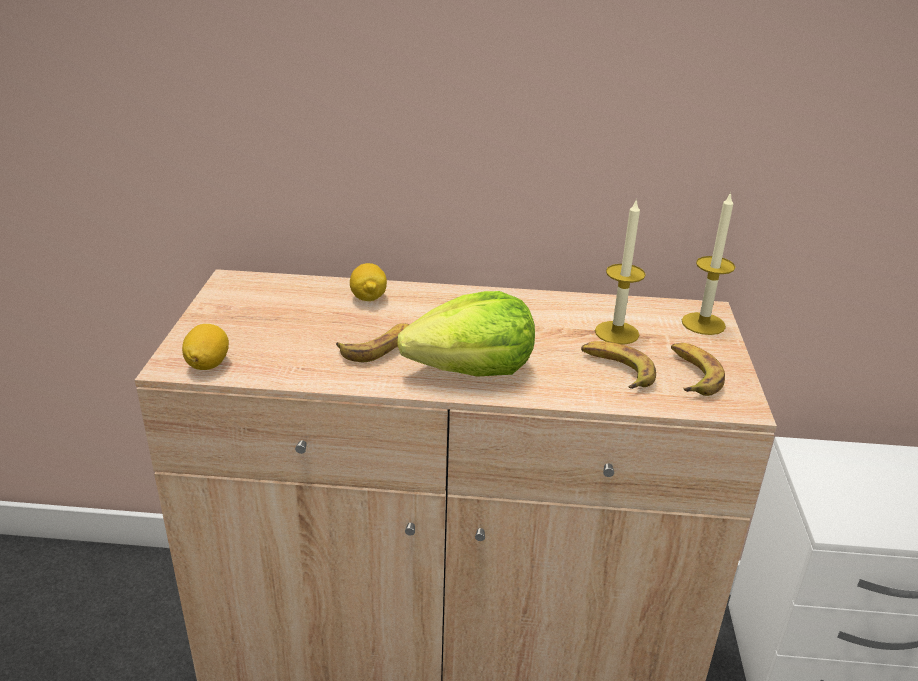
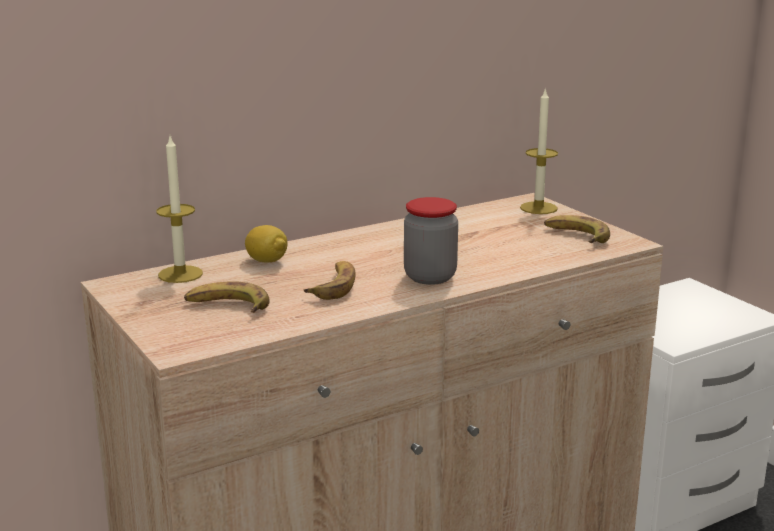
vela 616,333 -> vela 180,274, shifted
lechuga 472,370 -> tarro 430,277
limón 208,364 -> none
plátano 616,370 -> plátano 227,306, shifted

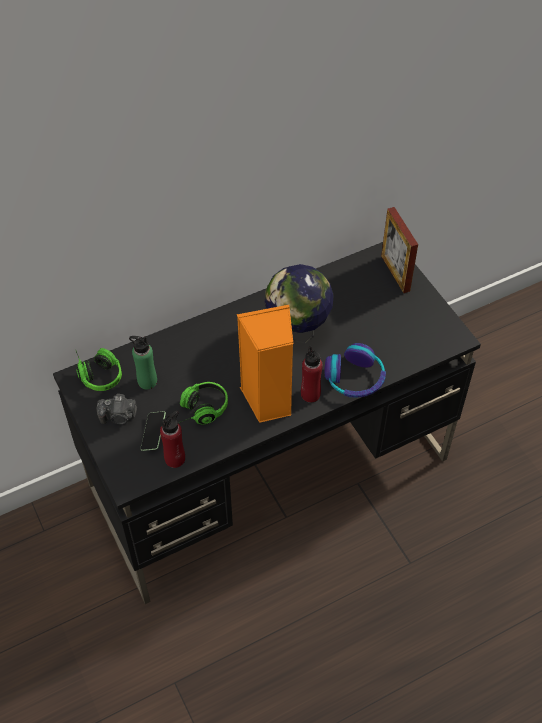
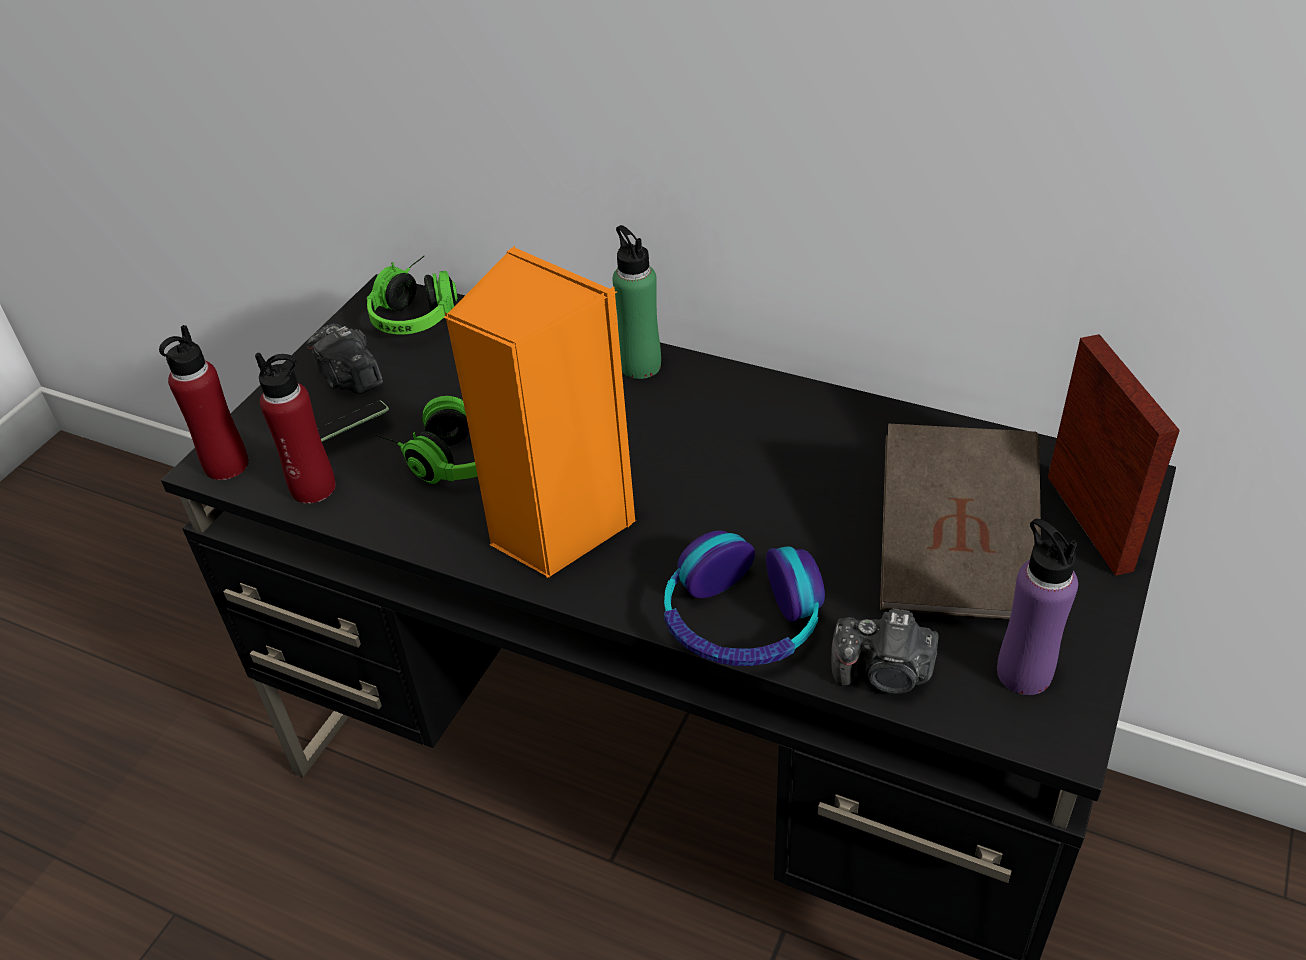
portarretratos 395,273 -> portarretratos 1089,522, 135 degrees clockwise
globo terráqueo 297,332 -> none
botella [verde] 147,381 -> botella [verde] 640,365, shifted
botella [rojo] 310,394 -> botella [rojo] 226,465, shifted
none -> libro [marrón] 955,556
none -> botella [morado] 1023,673
none -> cámara 884,673

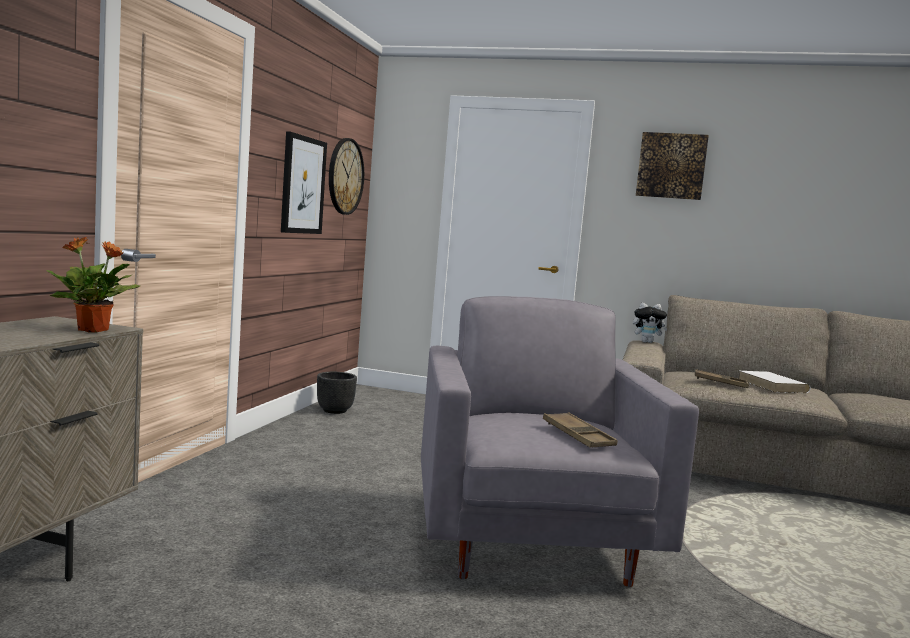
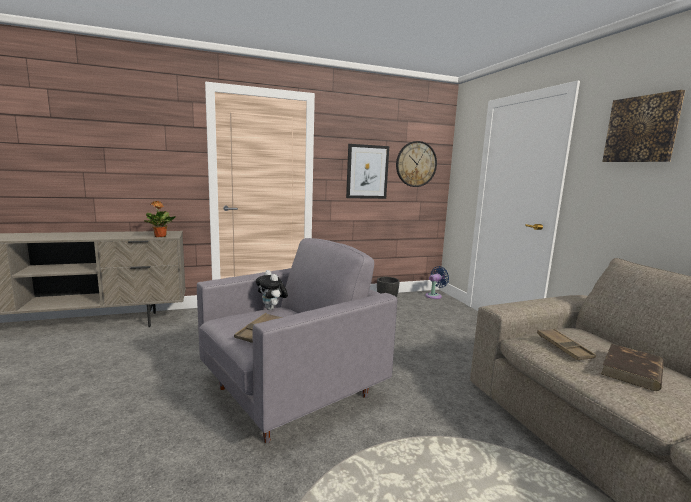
peluche 647,342 -> peluche 272,309, shifted
libro [blanco] 773,386 -> libro [marrón] 632,370
none -> ventilador [azul] 434,295

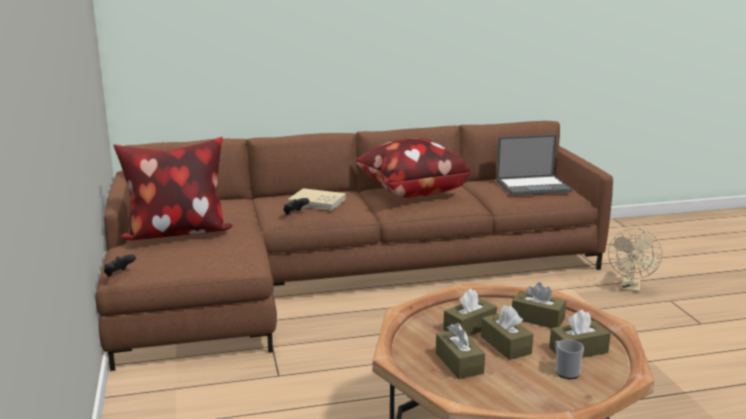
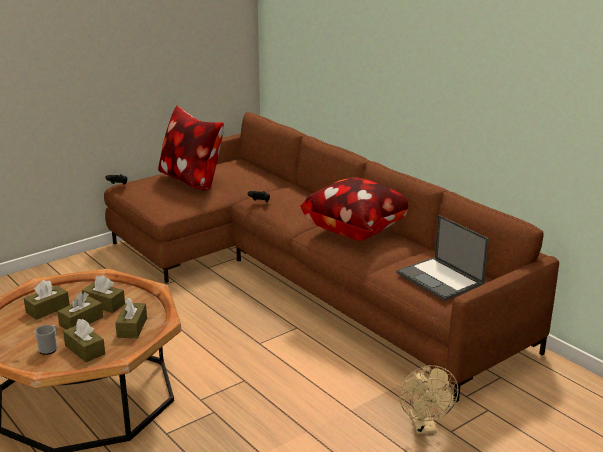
libro [beis] 317,202 -> none
ventilador [beis] 631,288 -> ventilador [beis] 424,427, 90 degrees counterclockwise

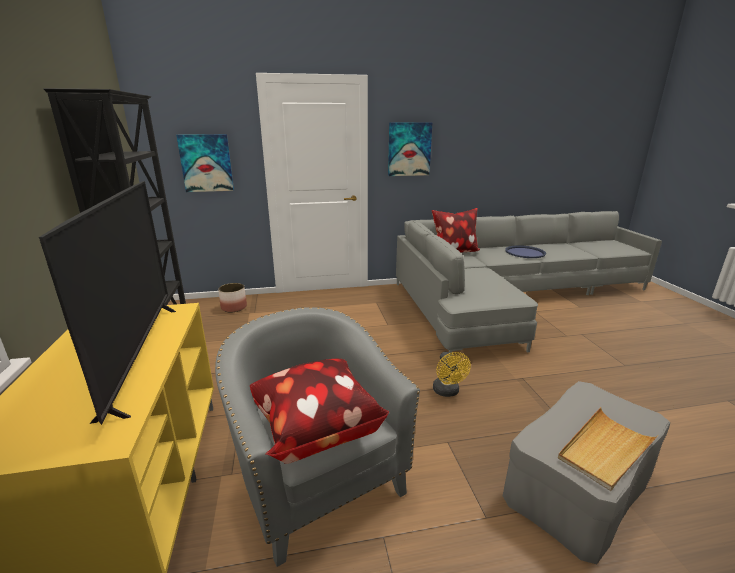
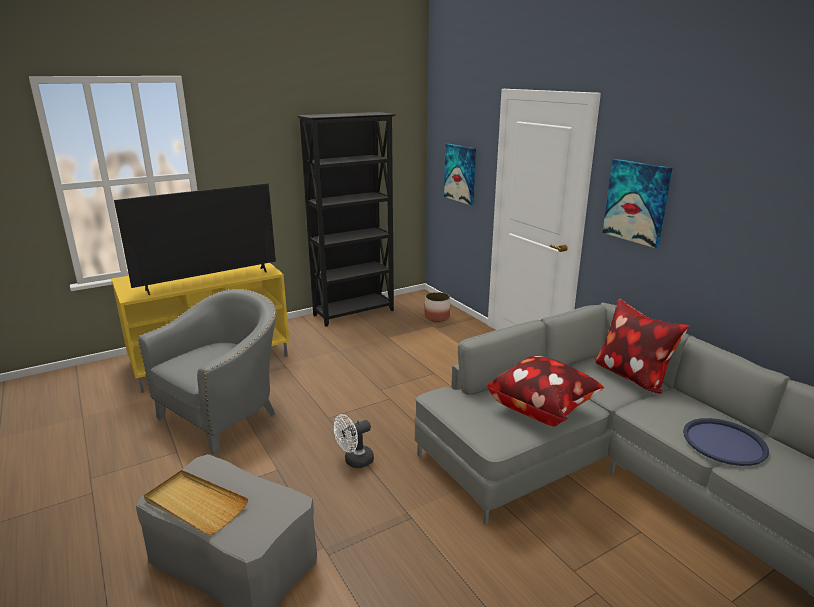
ventilador [amarillo] 447,392 -> ventilador [blanco] 354,461
cojín 314,428 -> cojín 541,408, shifted

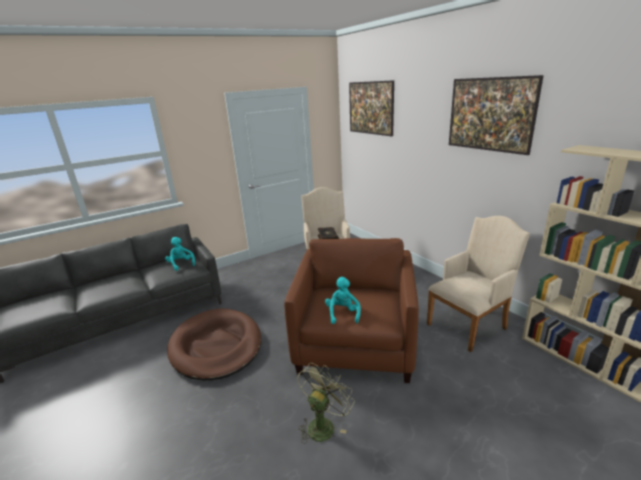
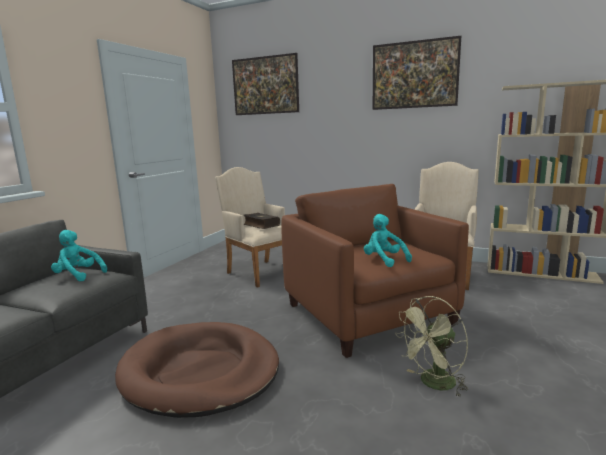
ventilador [verde] 323,424 -> ventilador [verde] 433,384, 120 degrees counterclockwise

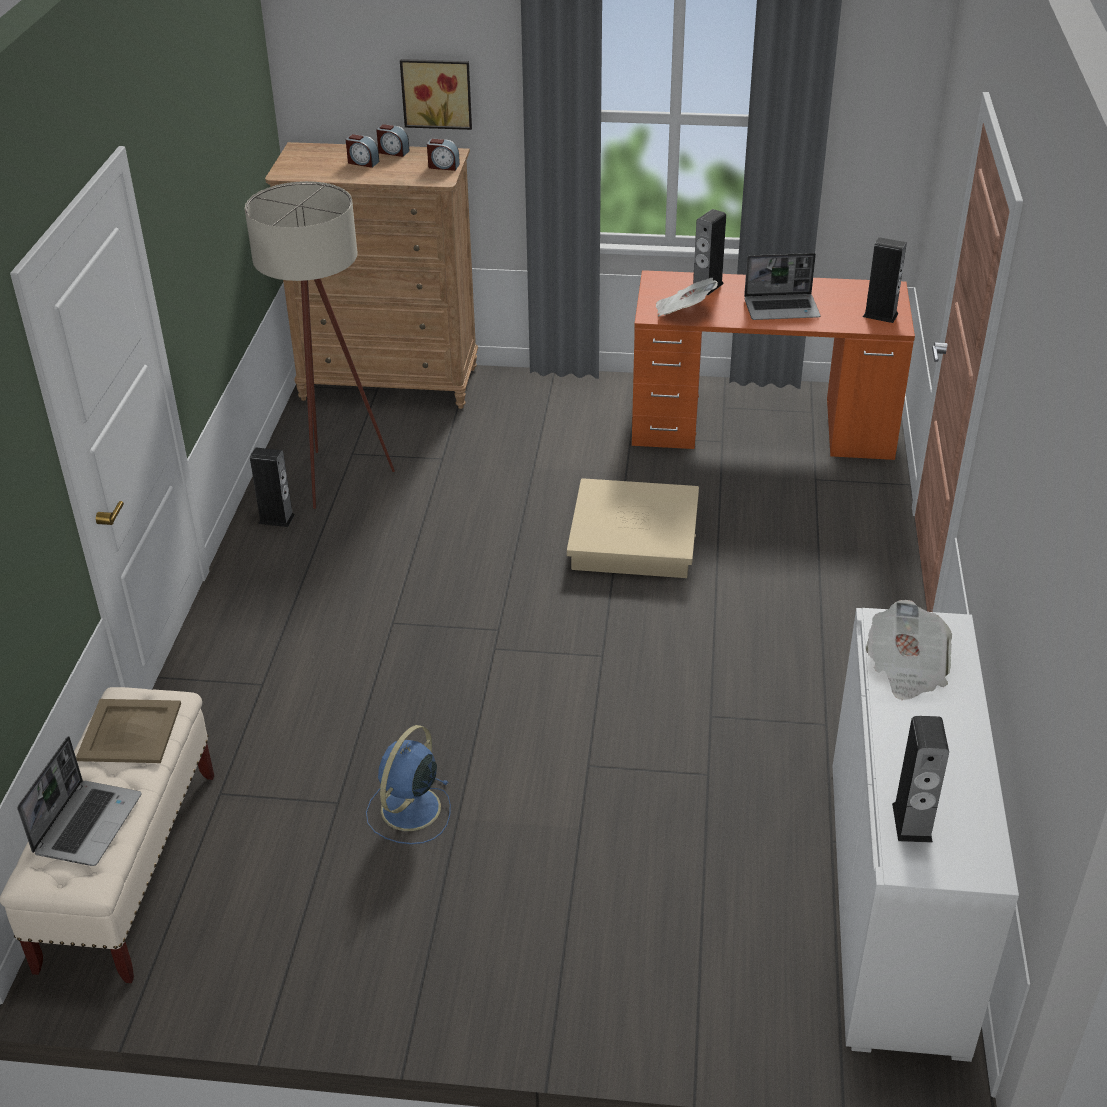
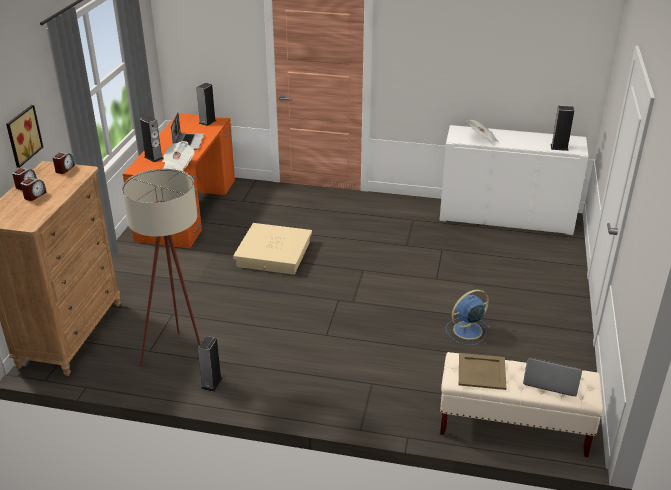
ventilador [azul] 409,810 -> ventilador [azul] 466,331, 120 degrees clockwise

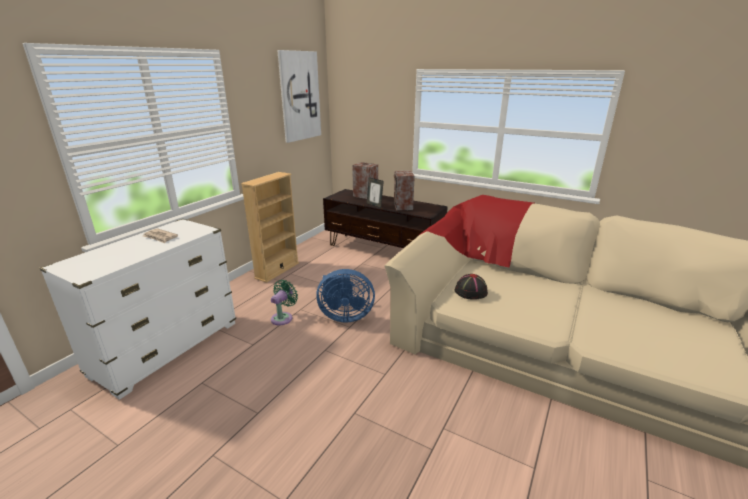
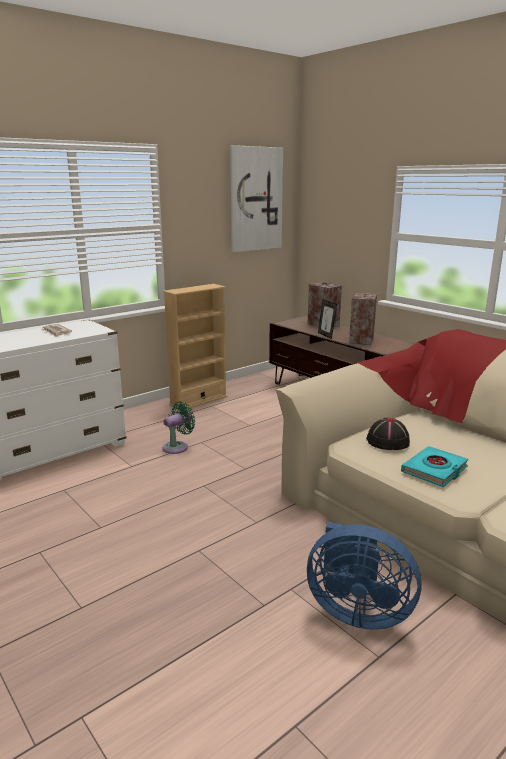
ventilador [azul] 344,316 -> ventilador [azul] 357,611, shifted
none -> libro [turquesa] 435,470

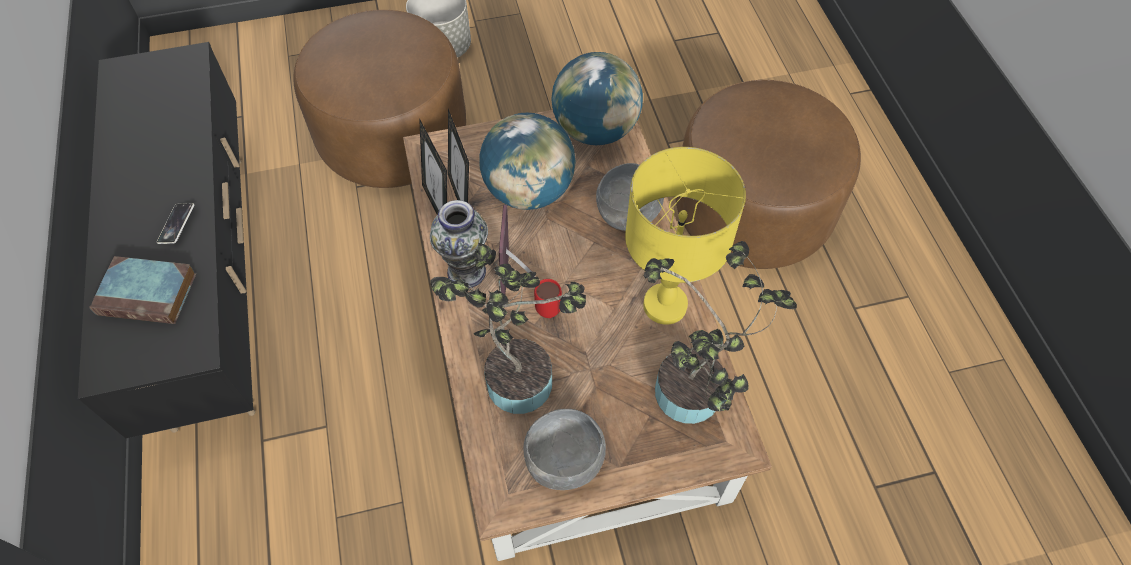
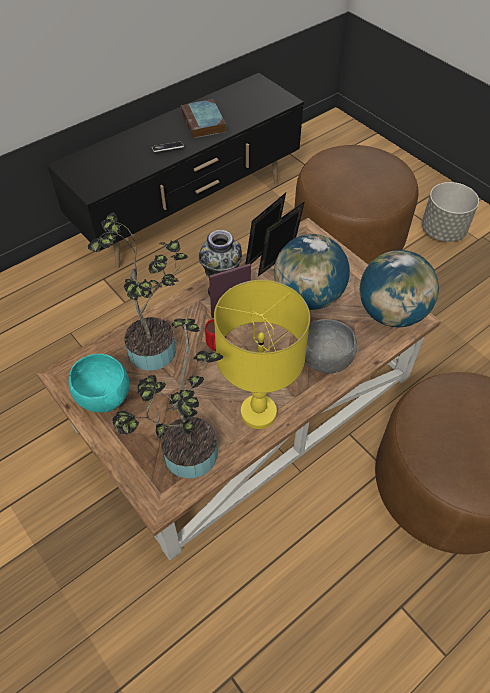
libro 150,294 -> libro 204,123, shifted
cuenco [gris] 565,463 -> cuenco [turquesa] 104,398

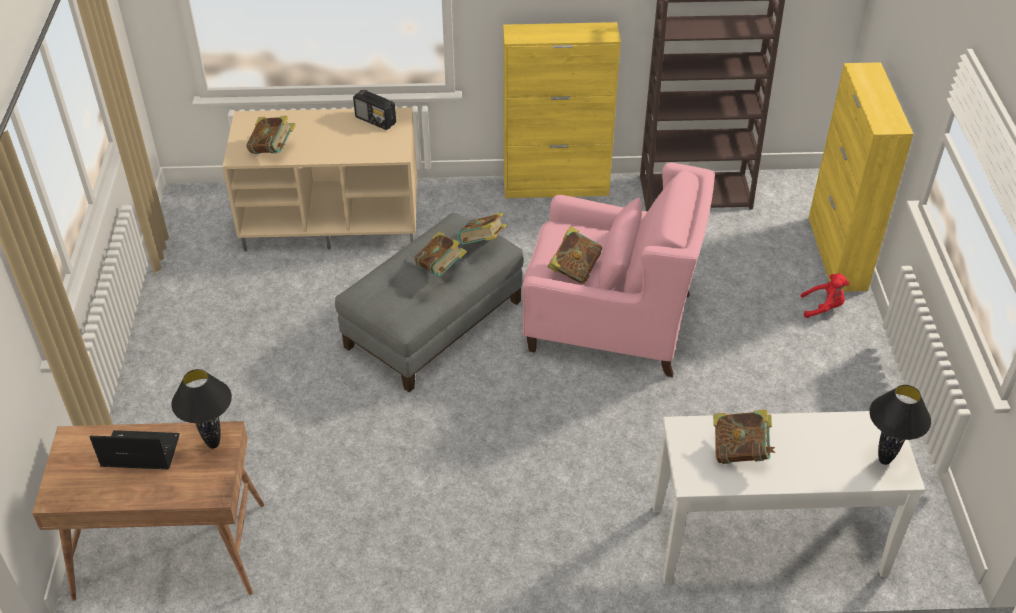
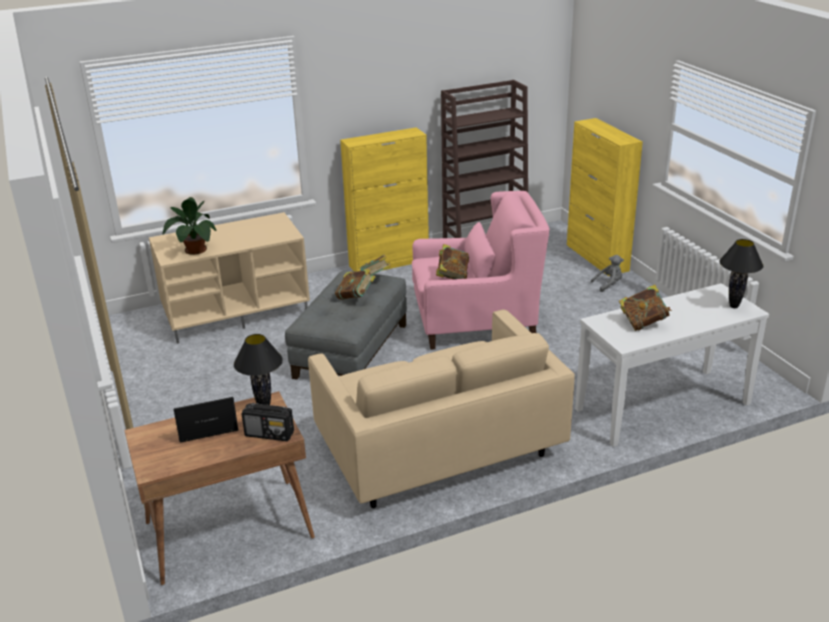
radio 376,120 -> radio 270,434, shifted
libro 273,150 -> planta en maceta 194,250
peluche [rojo] 823,307 -> peluche [gris] 608,285
none -> sofá [beis] 438,448

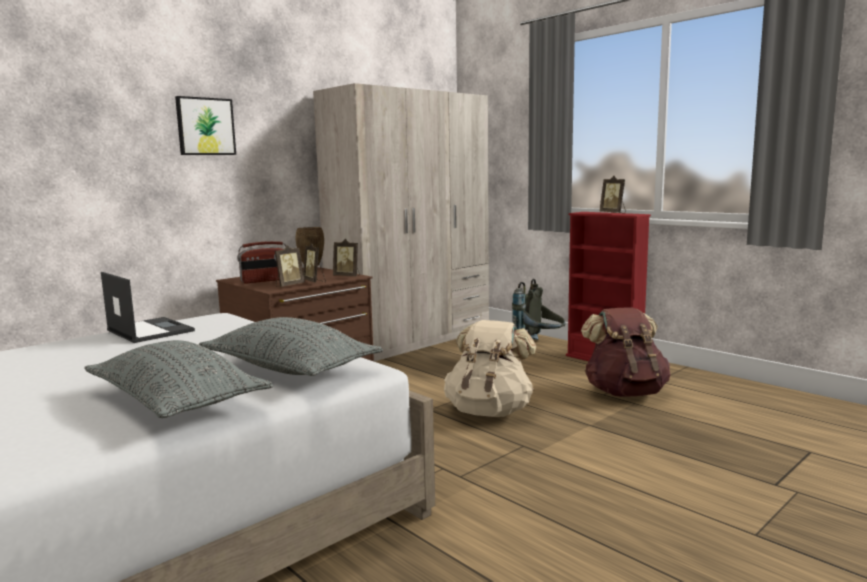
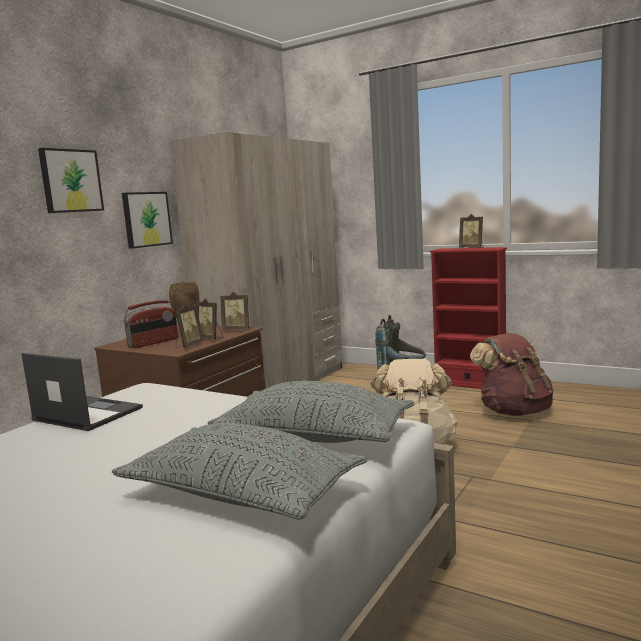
none -> cuadro 146,219

